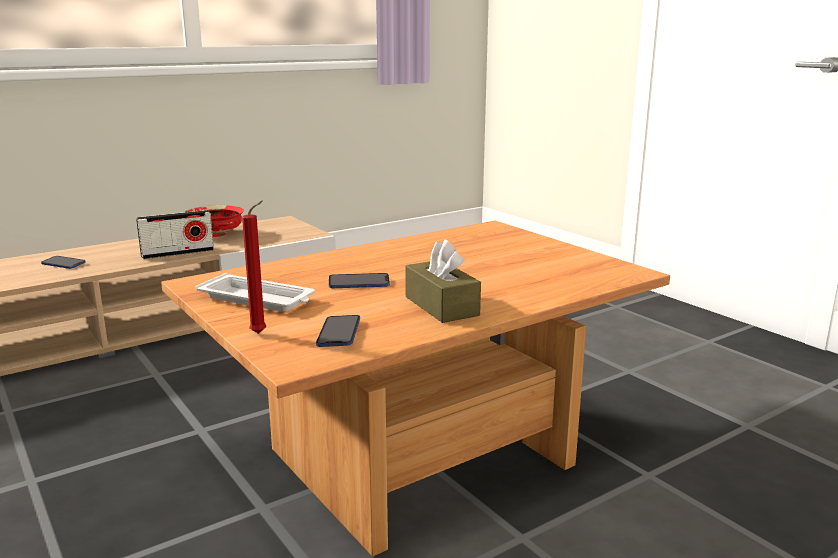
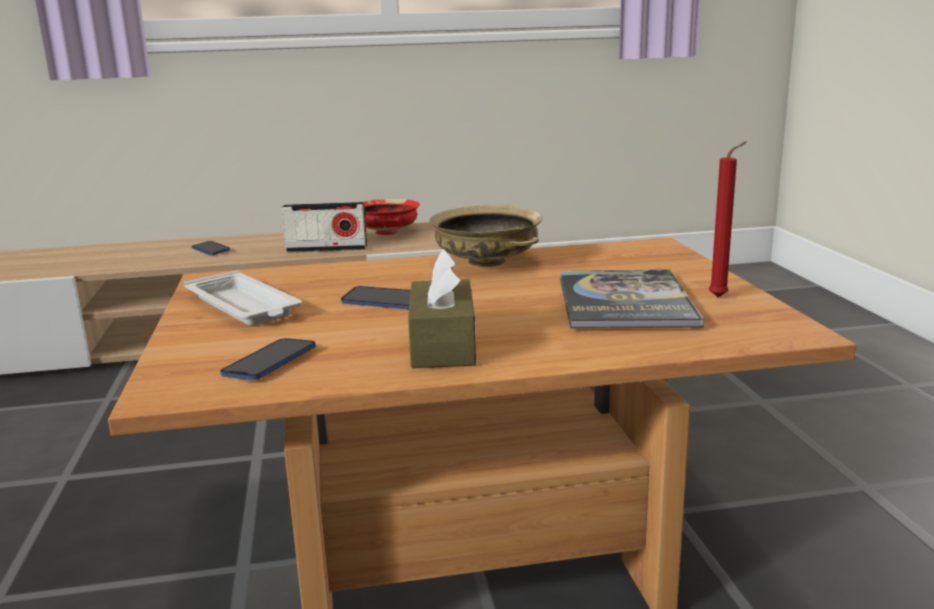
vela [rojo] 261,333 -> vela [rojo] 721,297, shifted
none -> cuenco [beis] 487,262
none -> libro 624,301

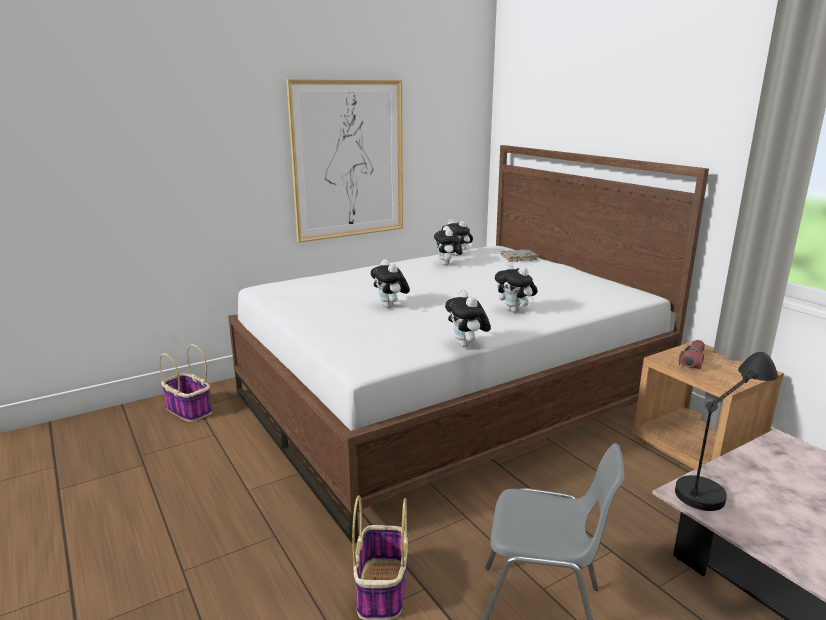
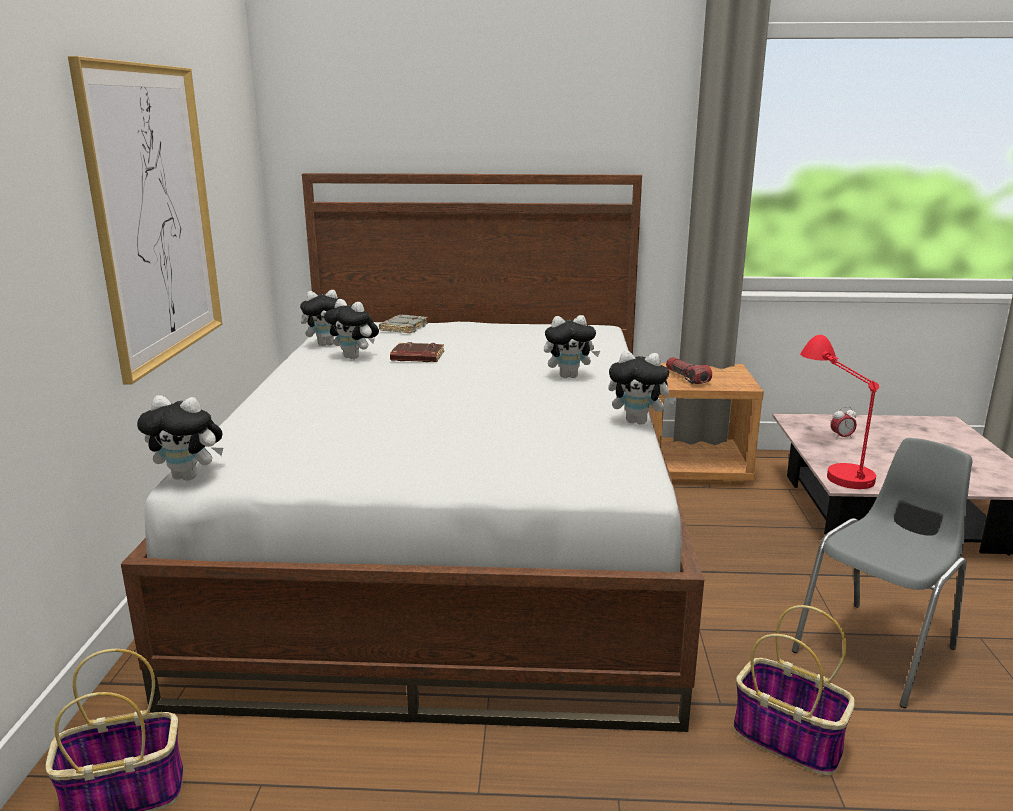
peluche 390,306 -> peluche 189,477, shifted
lámpara de mesa [negro] 717,478 -> lámpara de mesa [rojo] 830,462
none -> libro [marrón] 416,357
none -> despertador 841,437

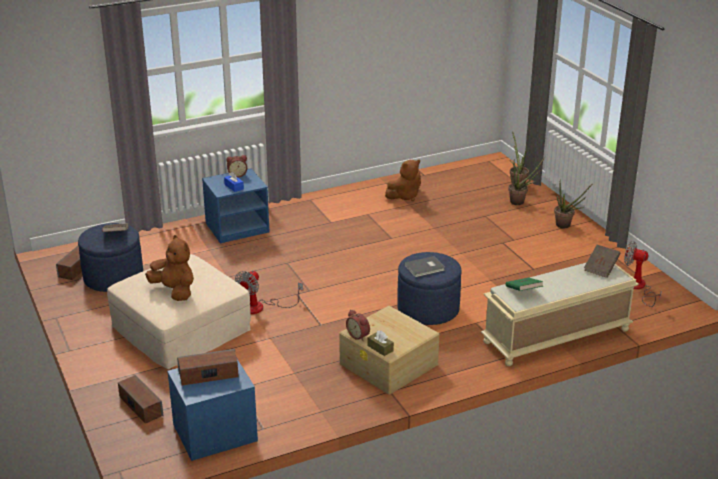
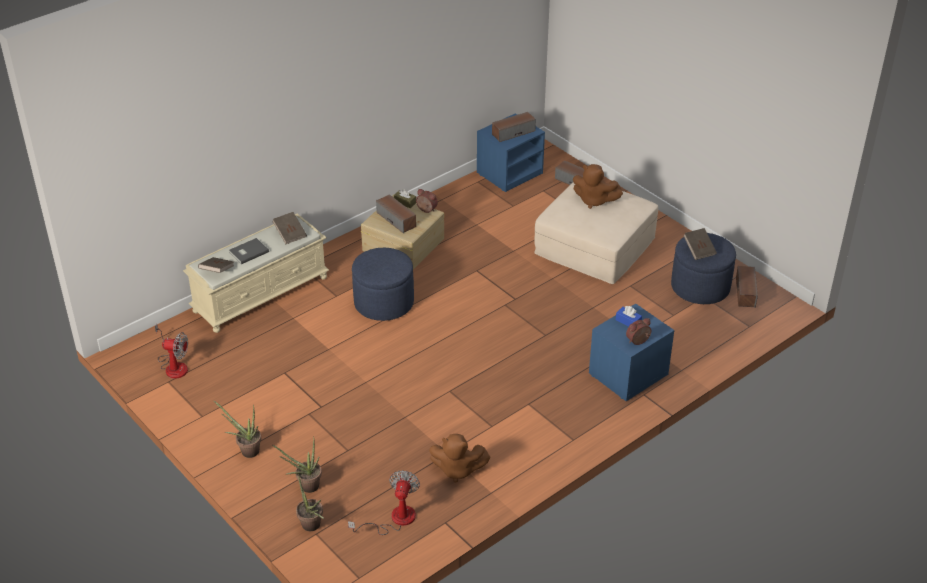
peluche [marrón] 405,196 -> peluche [marrón] 457,469, 120 degrees counterclockwise
libro [gris] 425,268 -> libro [gris] 248,252, shifted
ventilador 261,307 -> ventilador 394,519, shifted
libro [verde] 523,291 -> libro [marrón] 290,234
none -> altavoz 396,219

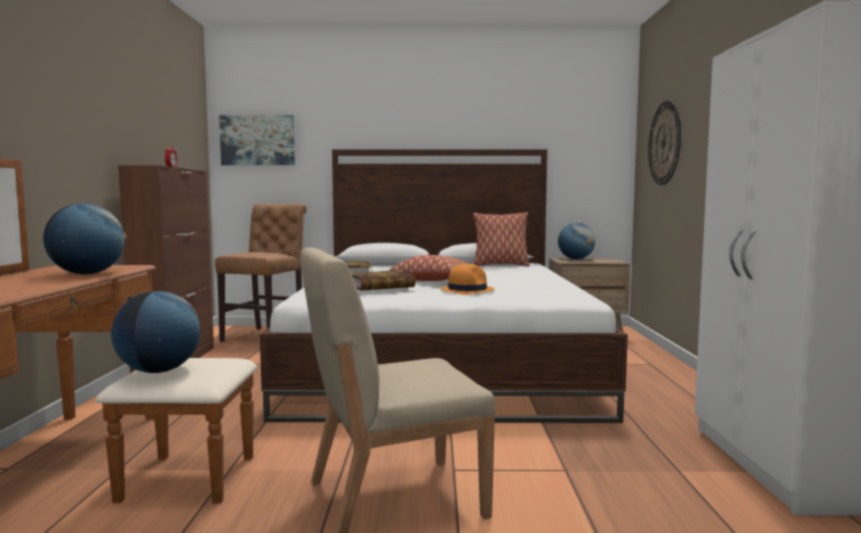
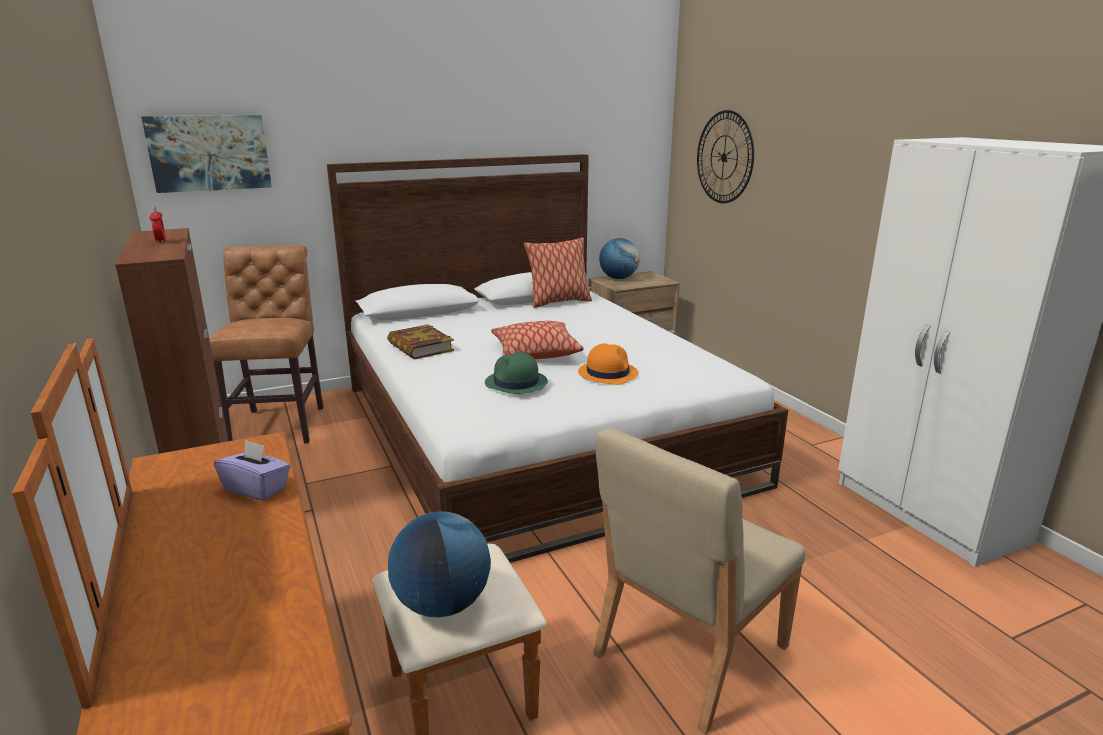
globo terráqueo 87,274 -> caja de pañuelos [morado] 257,488
libro 381,286 -> sombrero [verde] 516,383

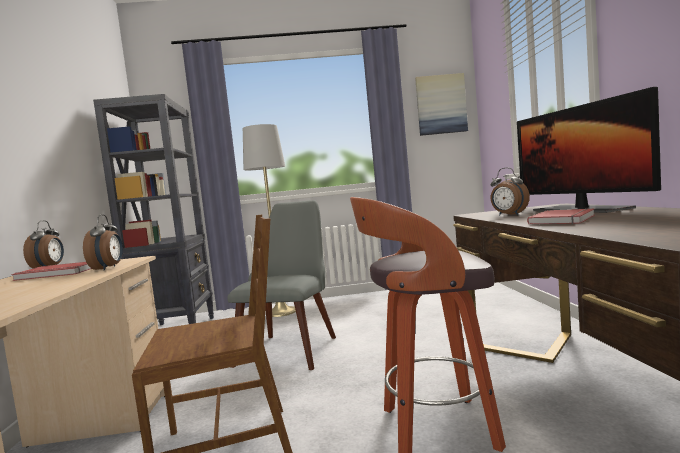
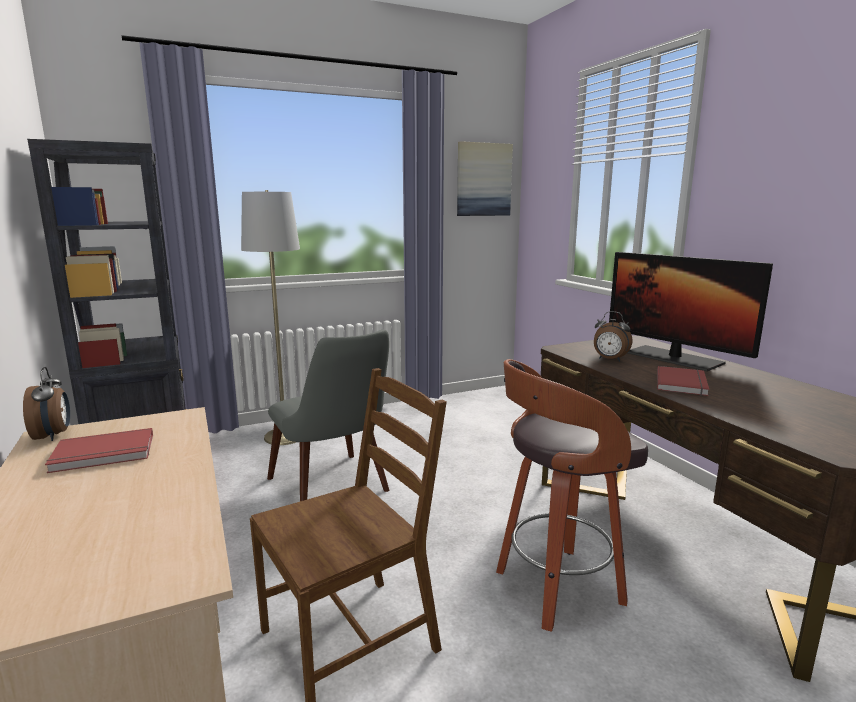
silla [gris] 292,345 -> silla [gris] 335,490, 150 degrees clockwise
despertador 108,268 -> none

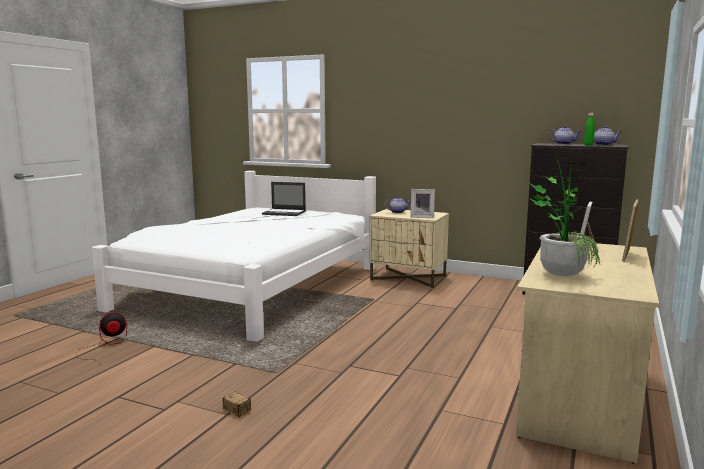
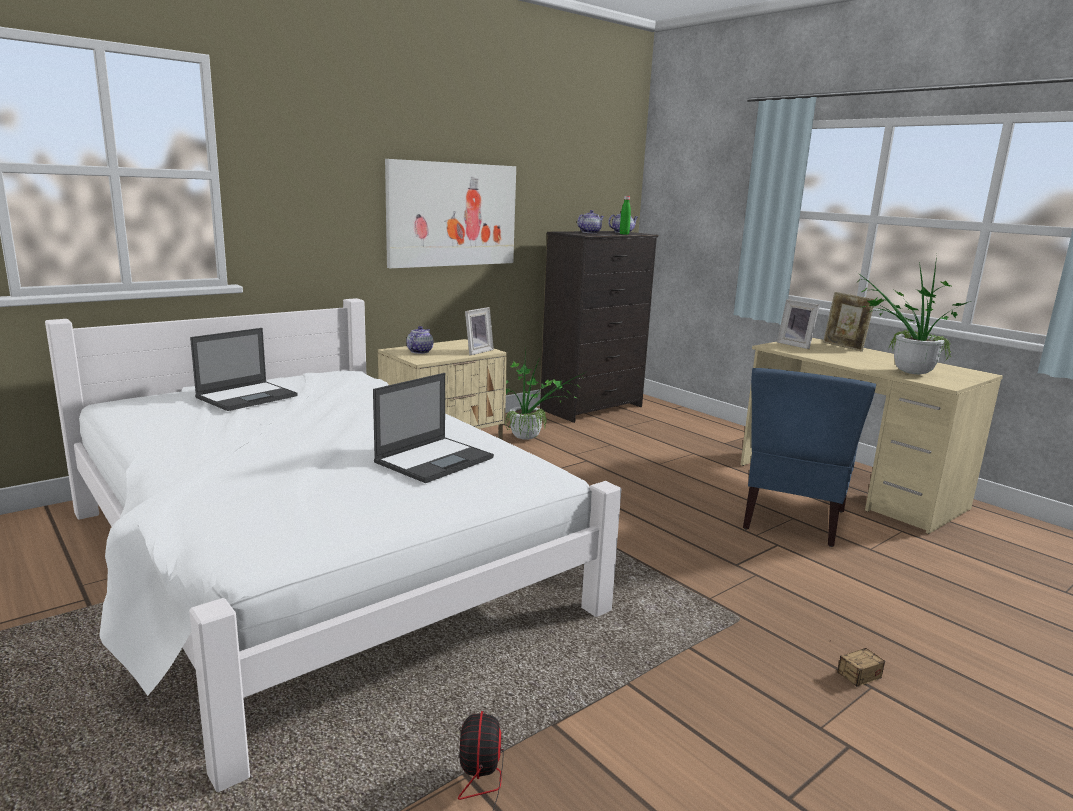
none -> cuadro 452,214
none -> planta en maceta 532,437
none -> silla [azul] 791,519
none -> portátil 435,459

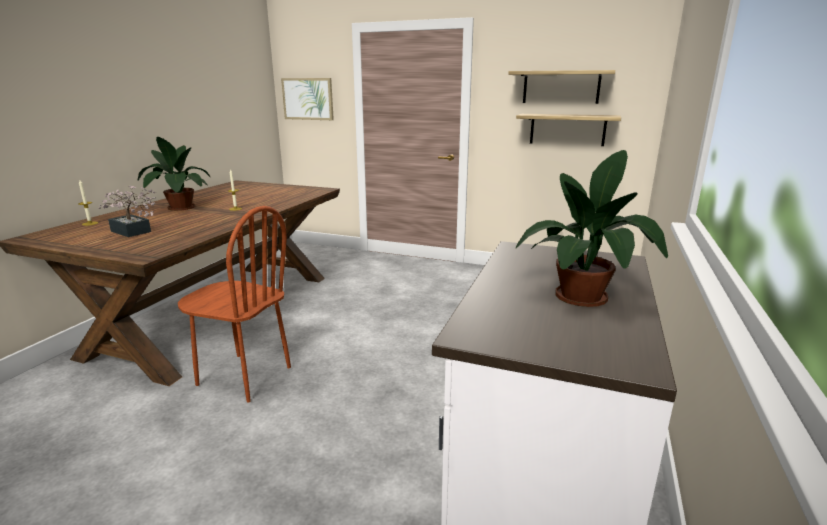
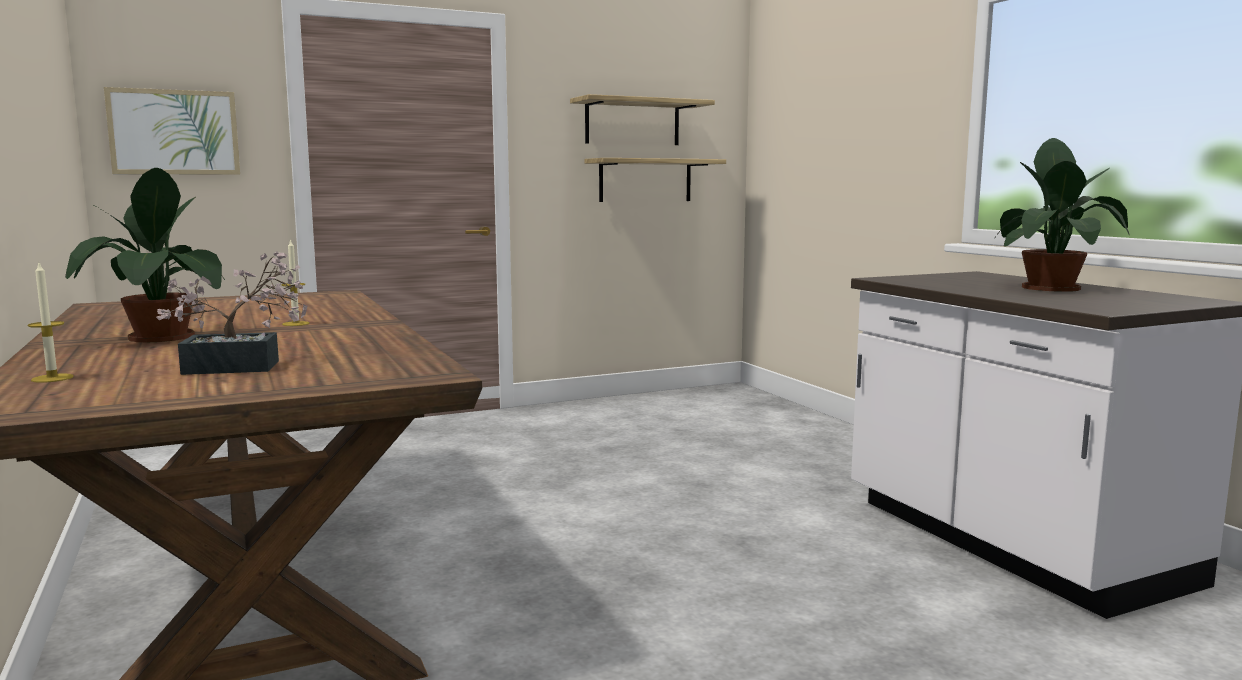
silla [marrón] 244,376 -> none

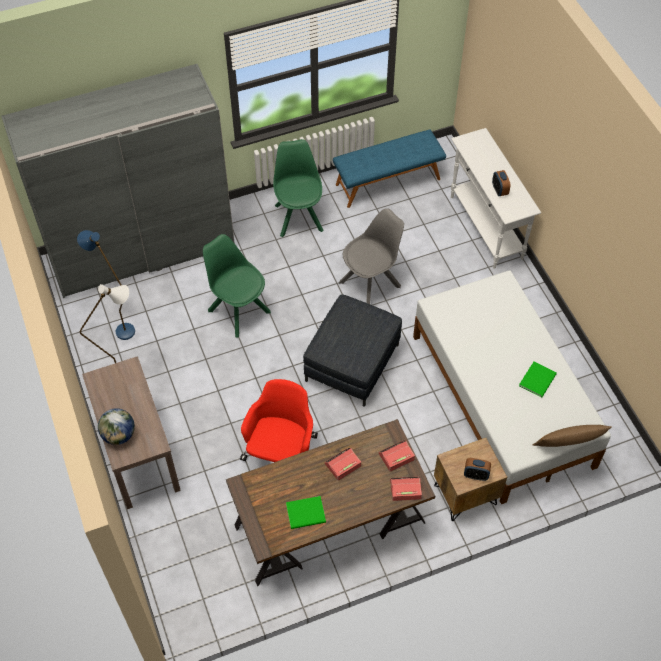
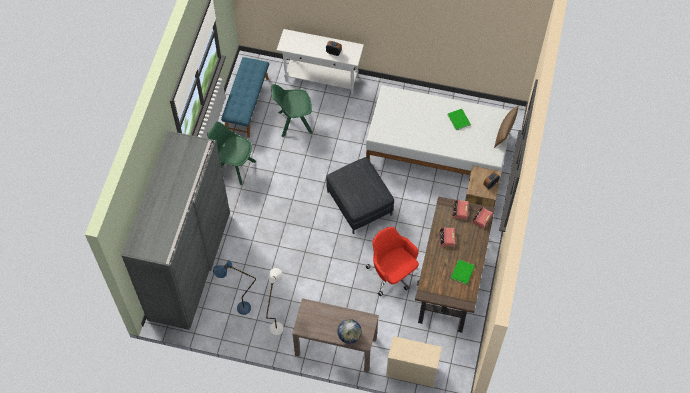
silla [gris] 371,283 -> none
silla [verde] 238,310 -> silla [verde] 294,122, shifted
none -> cómoda [beis] 411,371

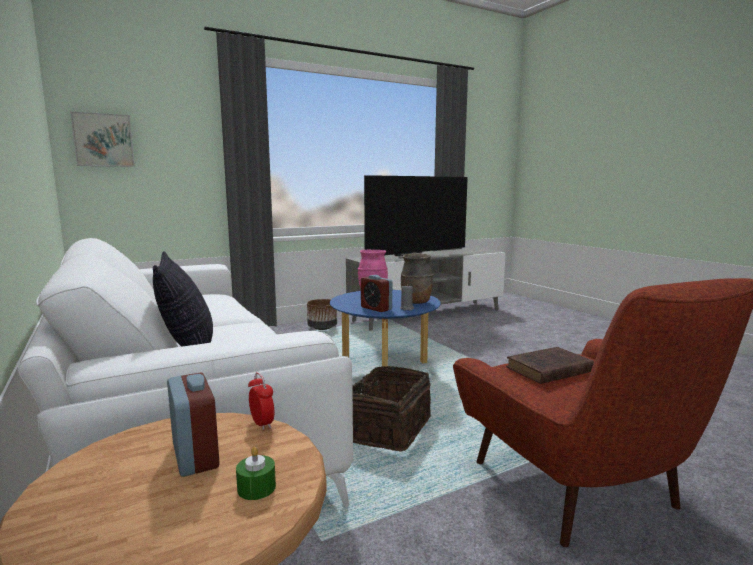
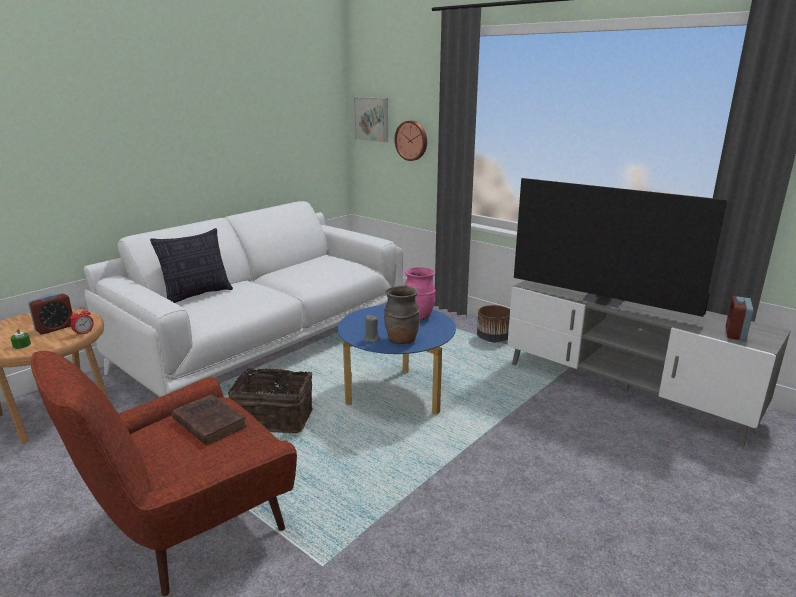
despertador 376,308 -> despertador 735,333, shifted
none -> reloj de pared 412,140

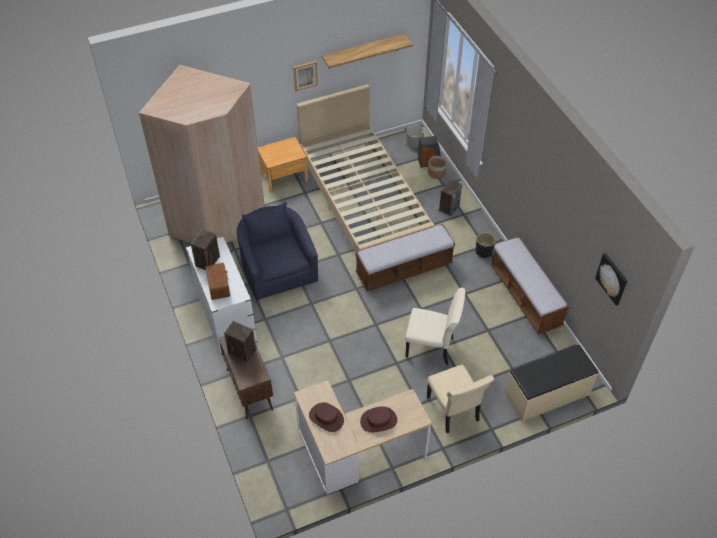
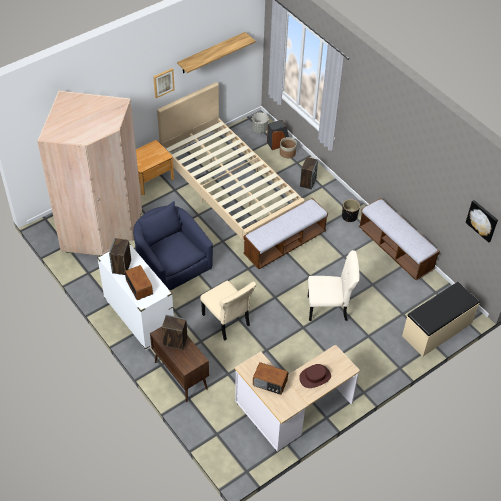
silla [beis] 453,411 -> silla [beis] 227,321, shifted
sombrero [marrón] 326,417 -> radio 270,383

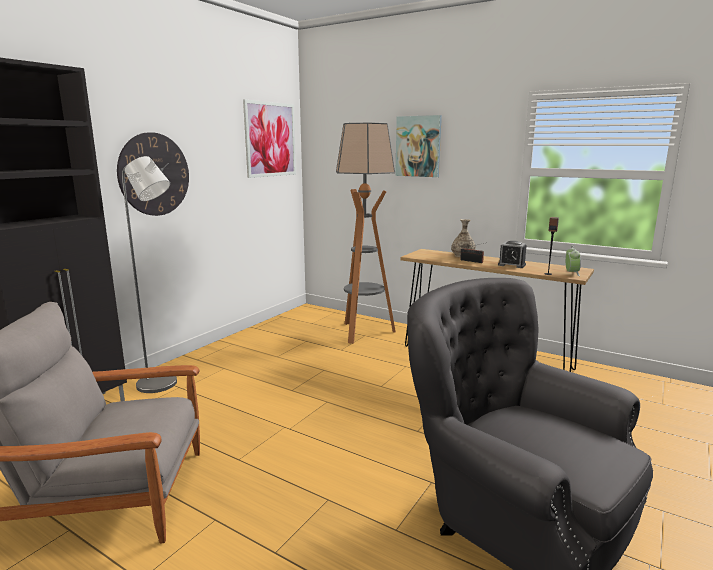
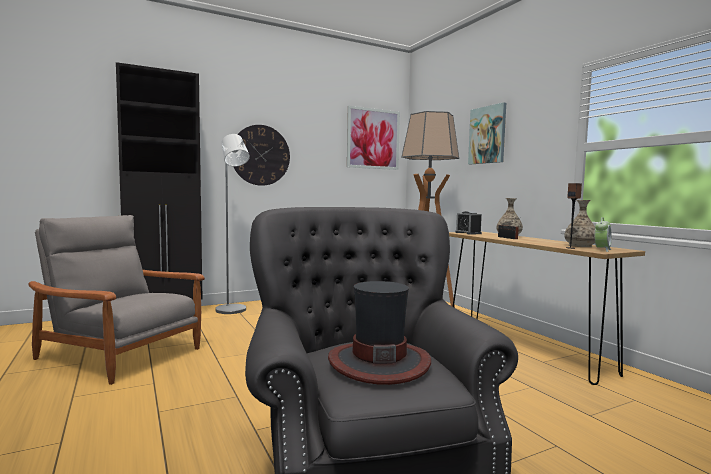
despertador 511,265 -> despertador 468,233, shifted
none -> florero 580,246
none -> sombrero 379,362

